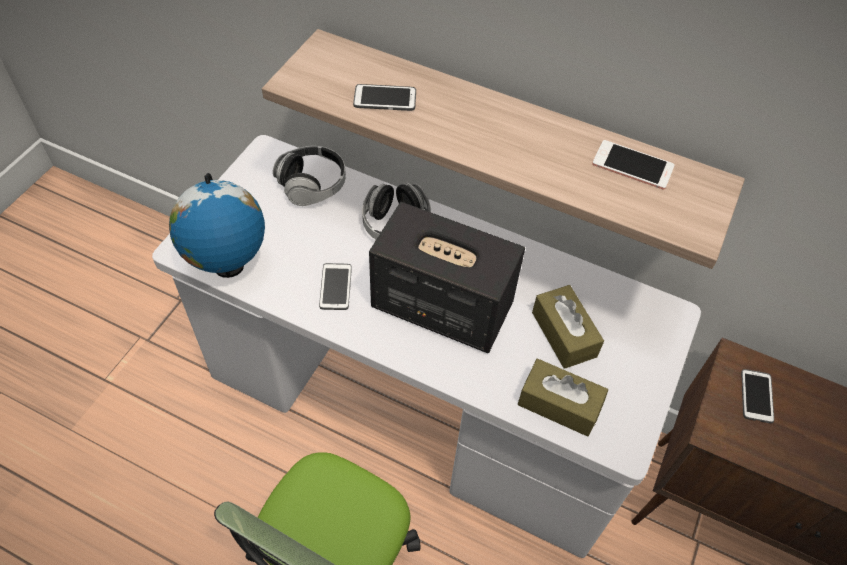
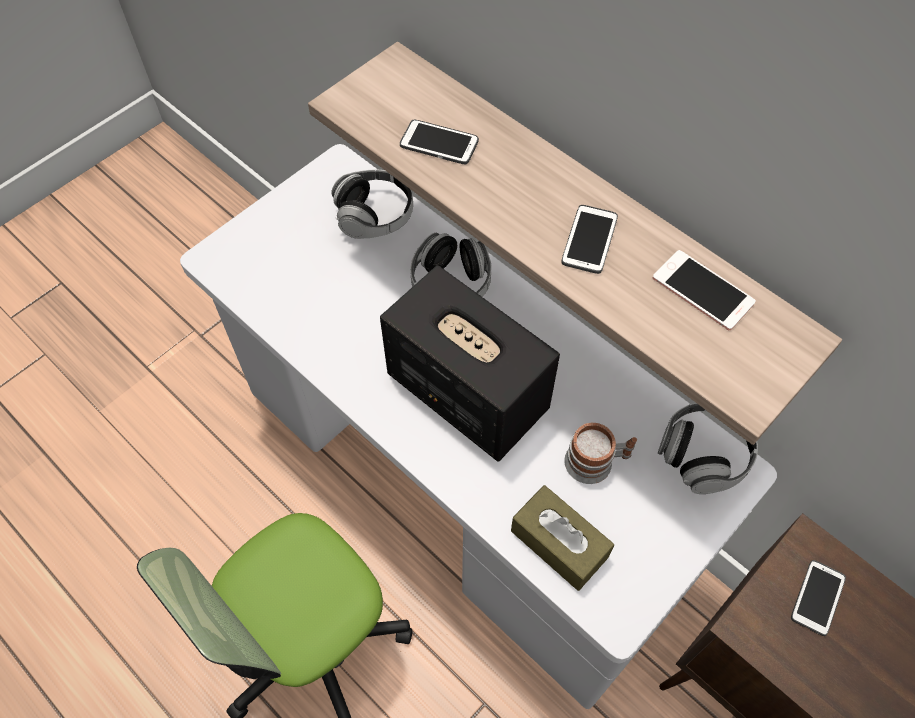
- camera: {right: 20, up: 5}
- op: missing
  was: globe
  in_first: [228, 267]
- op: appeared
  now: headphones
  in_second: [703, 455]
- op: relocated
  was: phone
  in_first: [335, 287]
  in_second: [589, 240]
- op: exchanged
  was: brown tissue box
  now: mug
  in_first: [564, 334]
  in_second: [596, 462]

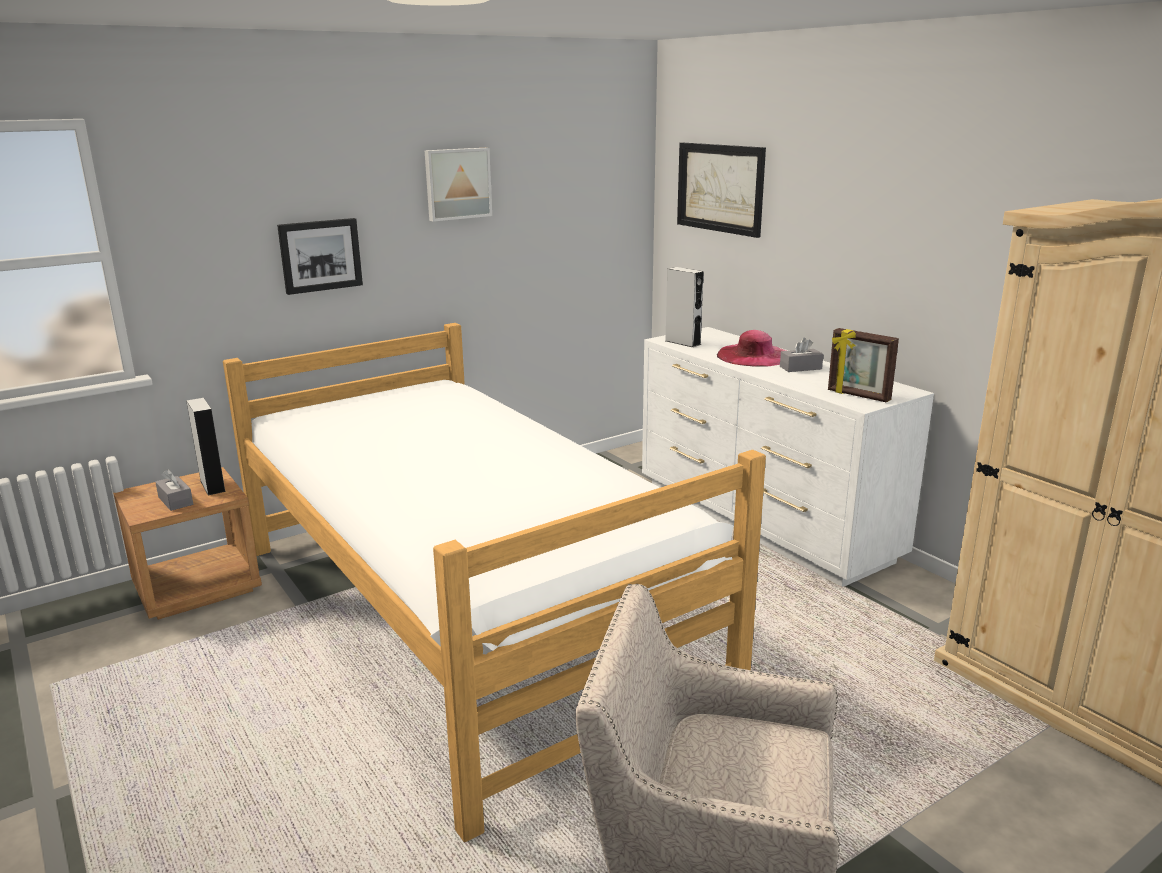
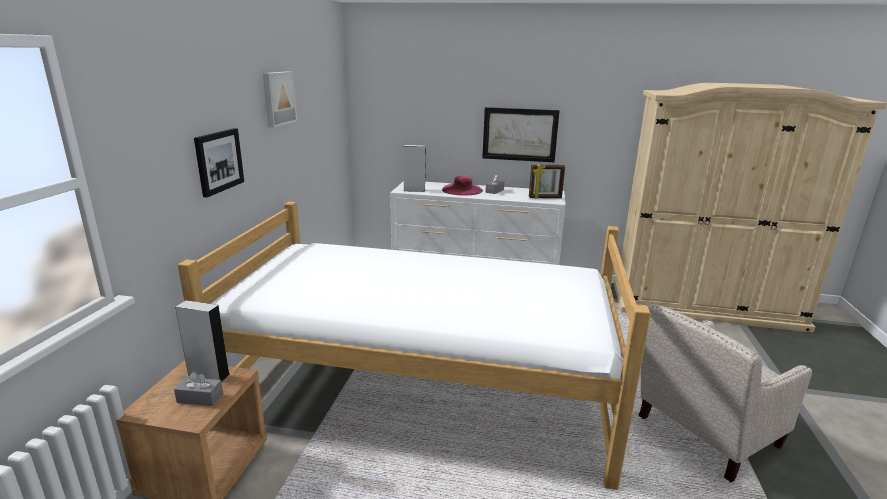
- camera: {right: -45, up: 0}
- op: relocated
  was: picture
  in_first: [720, 188]
  in_second: [519, 134]

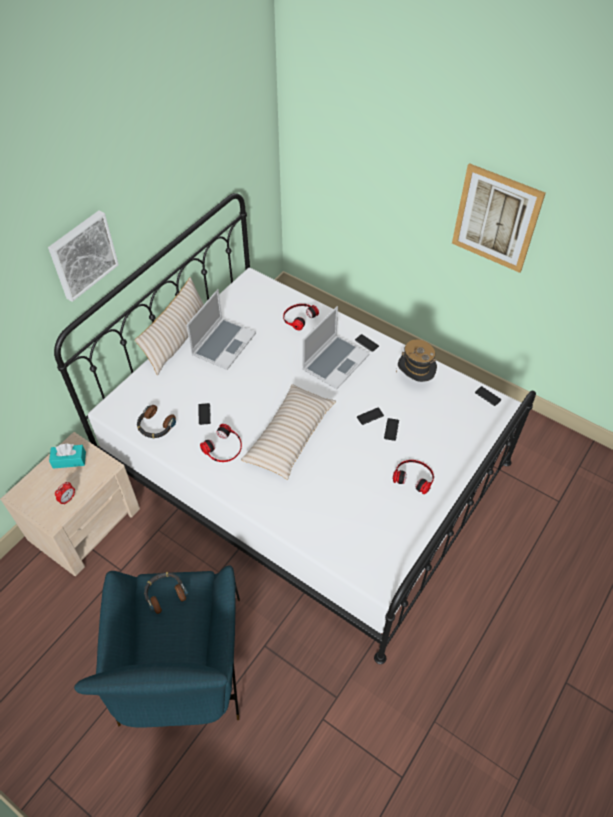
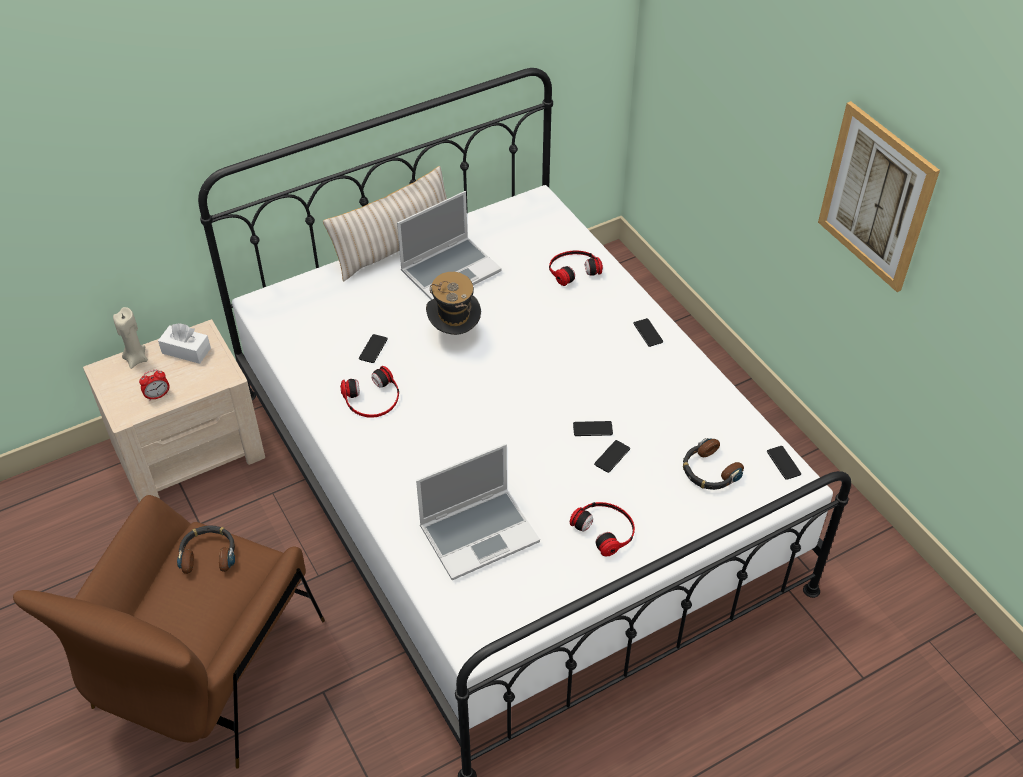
- camera: {right: 25, up: -5}
- op: missing
  was: picture
  in_first: [82, 255]
- op: missing
  was: beige pillow
  in_first: [290, 437]
- op: appeared
  now: beige candle
  in_second: [136, 359]
- op: relocated
  was: headphones
  in_first: [155, 426]
  in_second: [709, 471]
- op: relocated
  was: laptop
  in_first: [335, 362]
  in_second: [480, 533]
- op: relocated
  was: hat
  in_first: [414, 379]
  in_second: [454, 333]
- op: colour
  was: turquoise tissue box
  now: white tissue box
  in_first: [69, 460]
  in_second: [186, 351]
- op: colour
  was: blue armchair
  now: brown armchair
  in_first: [181, 665]
  in_second: [206, 670]

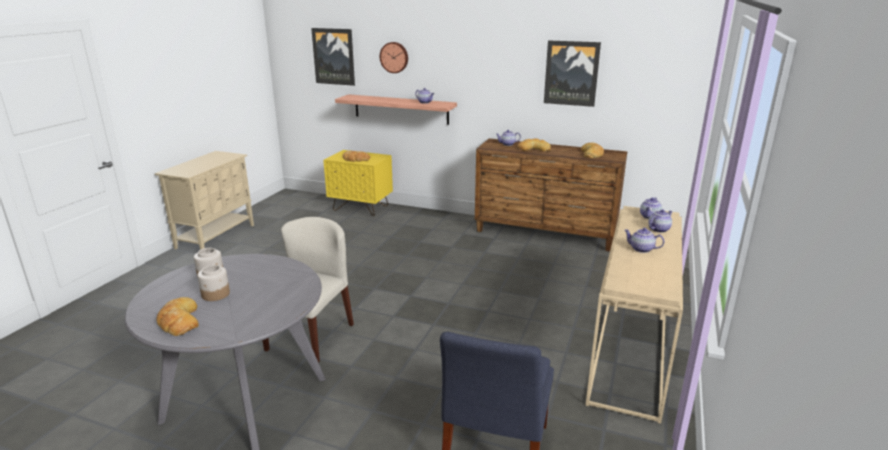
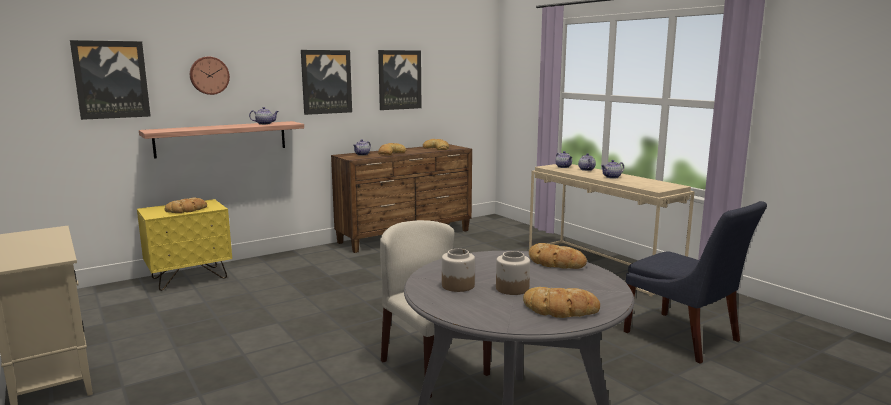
- camera: {right: -55, up: -10}
- op: appeared
  now: picture
  in_second: [326, 82]
- op: appeared
  now: bread
  in_second: [555, 262]

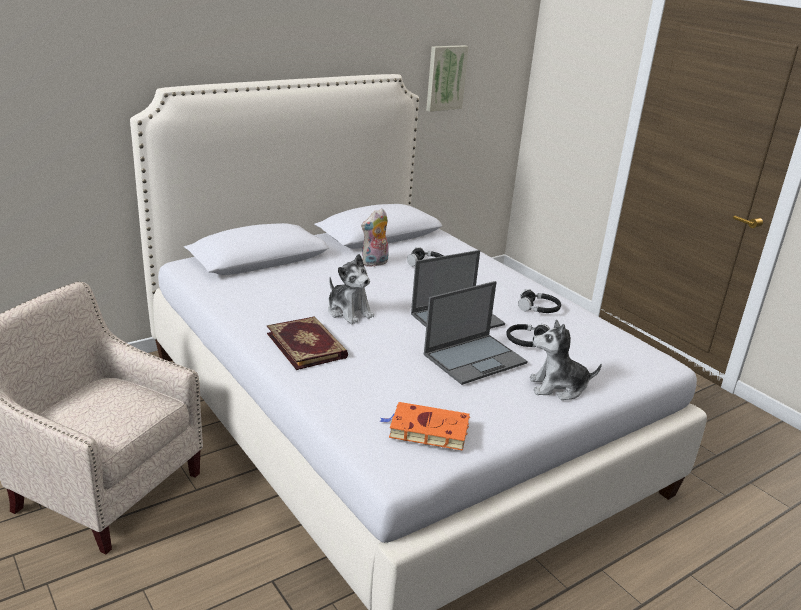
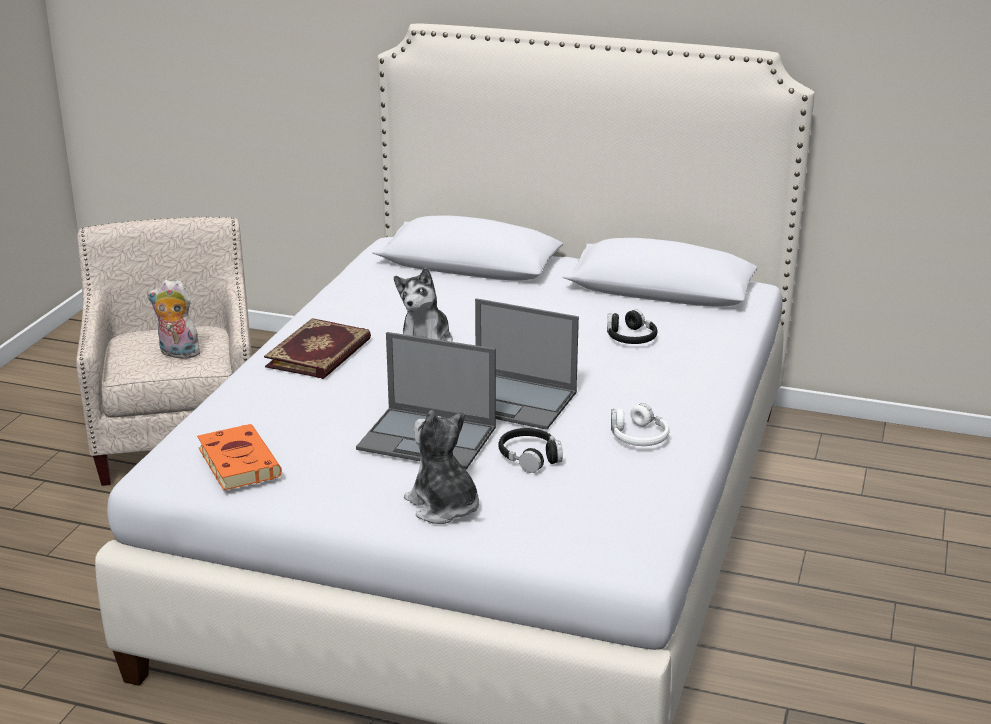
- camera: {right: 55, up: 0}
- op: missing
  was: picture
  in_first: [445, 77]
- op: relocated
  was: plush toy
  in_first: [375, 263]
  in_second: [177, 354]
- op: colour
  was: black headphones
  now: white headphones
  in_first: [538, 309]
  in_second: [638, 437]

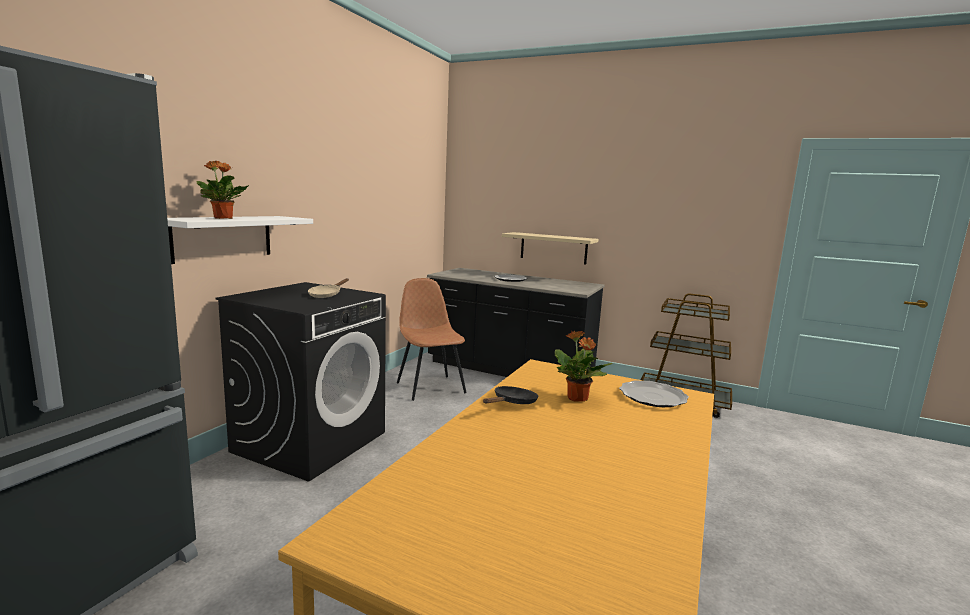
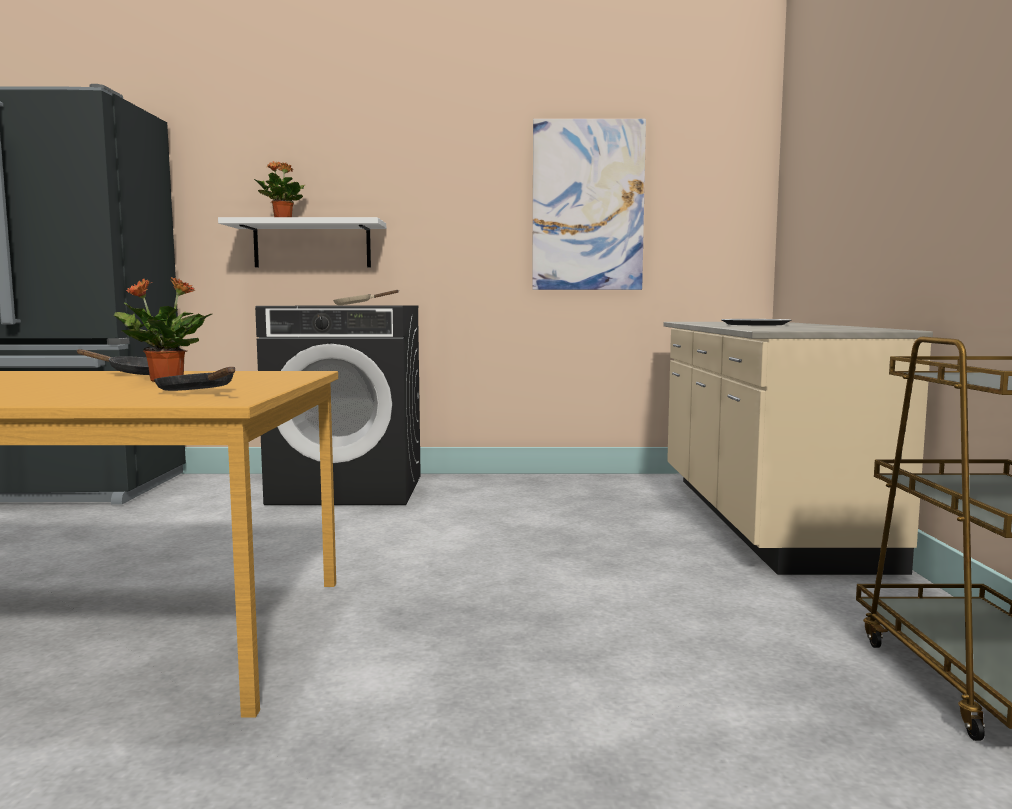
- camera: {right: 65, up: -5}
- op: missing
  was: brown chair
  in_first: [430, 387]
- op: missing
  was: beige shelf
  in_first: [553, 248]
- op: appeared
  now: picture
  in_second: [588, 205]
- op: exchanged
  was: plate
  now: black frying pan
  in_first: [653, 396]
  in_second: [199, 392]
- op: colour
  was: black counter
  now: beige counter
  in_first: [509, 370]
  in_second: [760, 518]

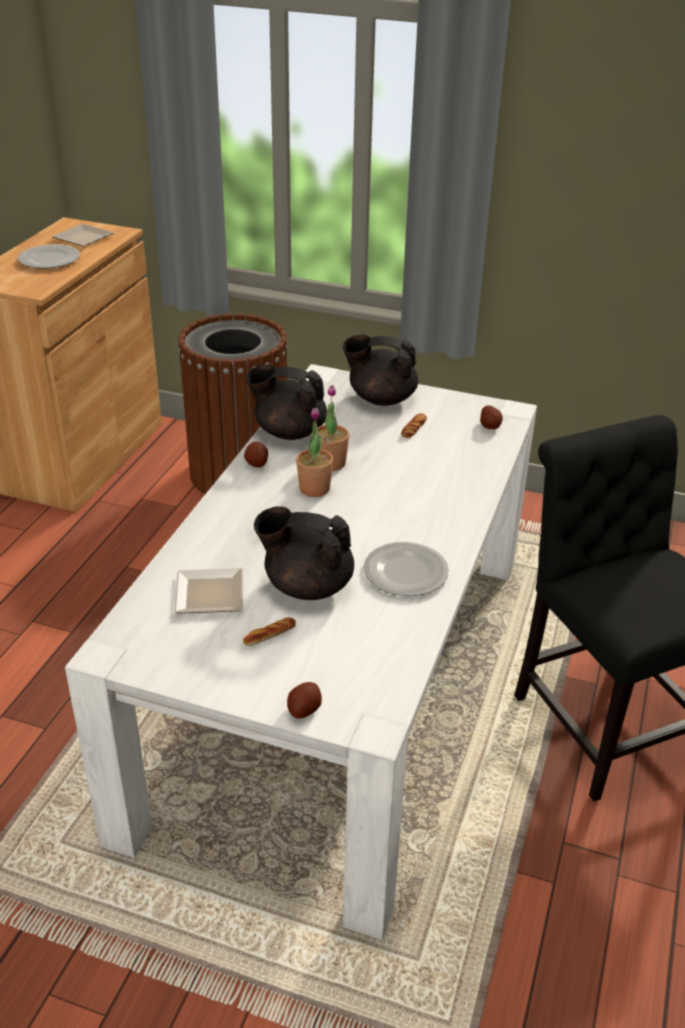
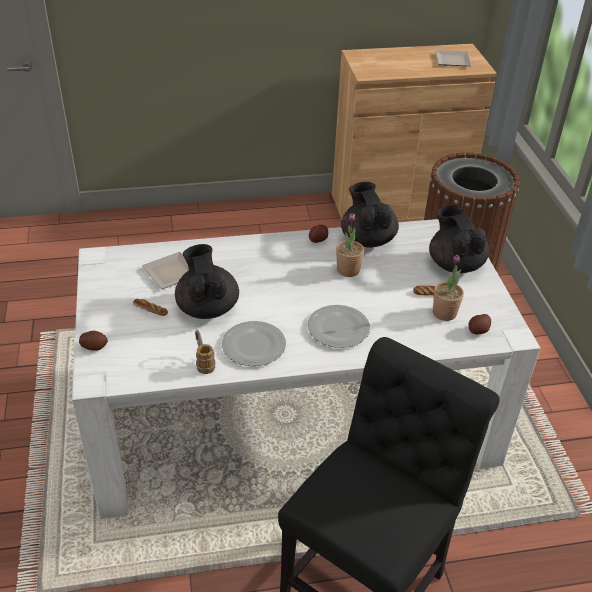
- camera: {right: 60, up: 5}
- op: appeared
  now: mug
  in_second: [203, 361]
- op: relocated
  was: plate
  in_first: [49, 259]
  in_second: [338, 328]
- op: relocated
  was: potted plant
  in_first: [314, 489]
  in_second: [444, 313]

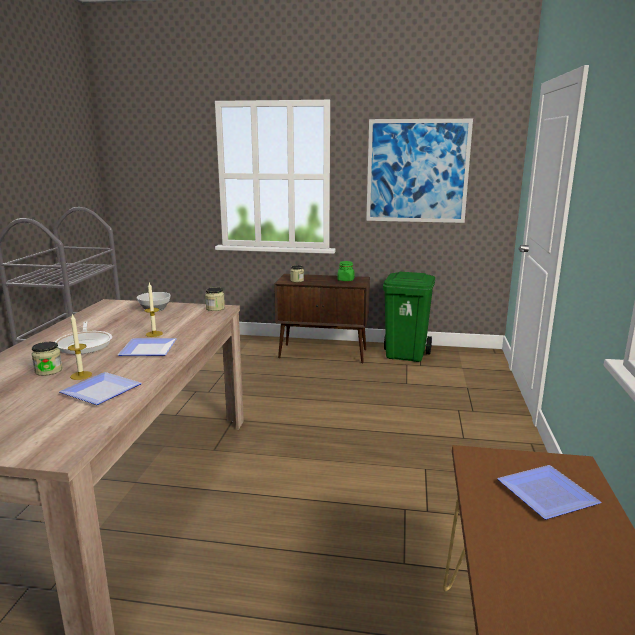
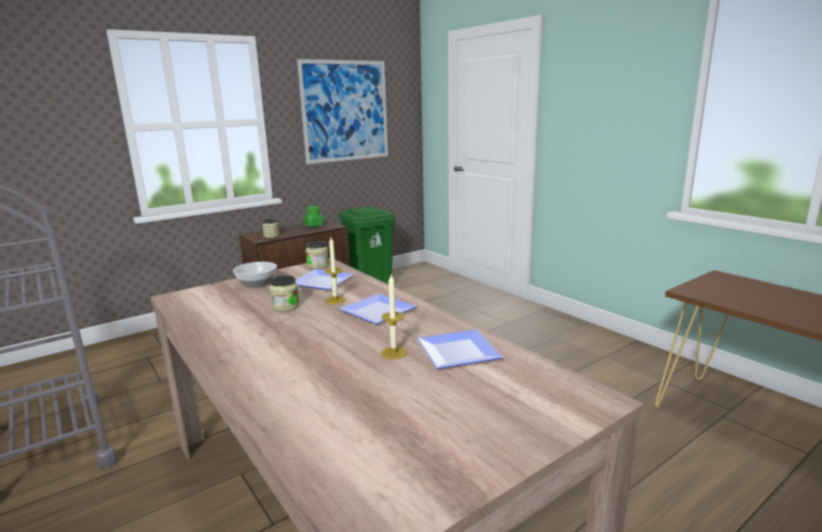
- camera: {right: -45, up: 0}
- op: missing
  was: frying pan
  in_first: [85, 344]
- op: relocated
  was: jar
  in_first: [48, 370]
  in_second: [285, 306]
- op: relocated
  was: plate
  in_first: [550, 495]
  in_second: [324, 282]

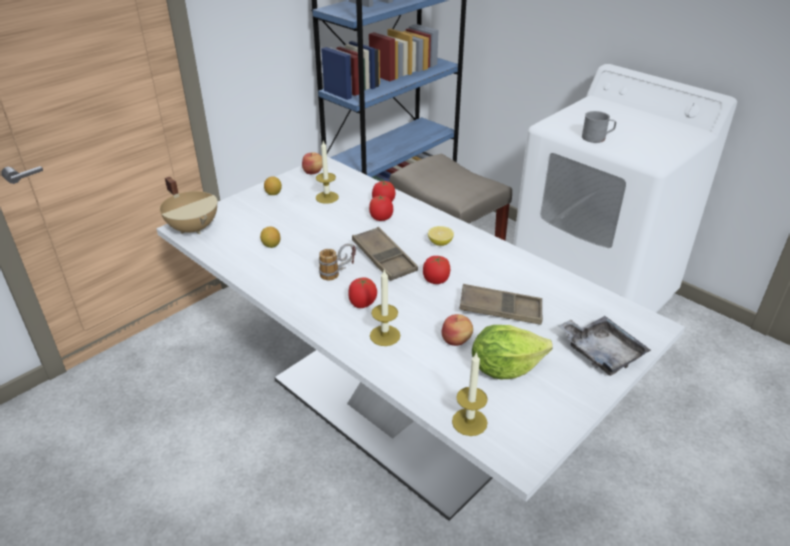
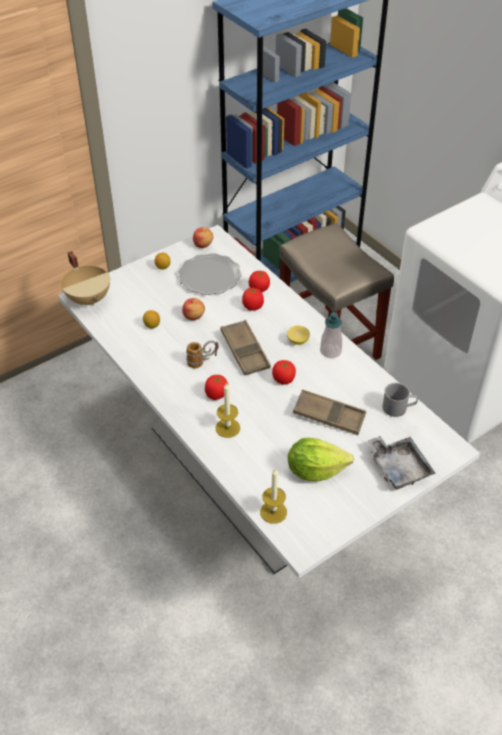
- camera: {right: 10, up: 10}
- op: appeared
  now: soap dispenser
  in_second: [330, 351]
- op: relocated
  was: apple
  in_first: [456, 340]
  in_second: [194, 316]
- op: relocated
  was: grey mug
  in_first: [597, 137]
  in_second: [398, 408]
- op: exchanged
  was: candle
  now: plate
  in_first: [327, 197]
  in_second: [209, 277]

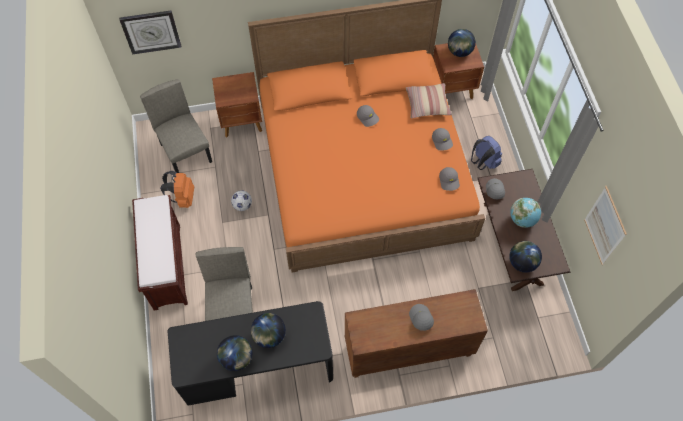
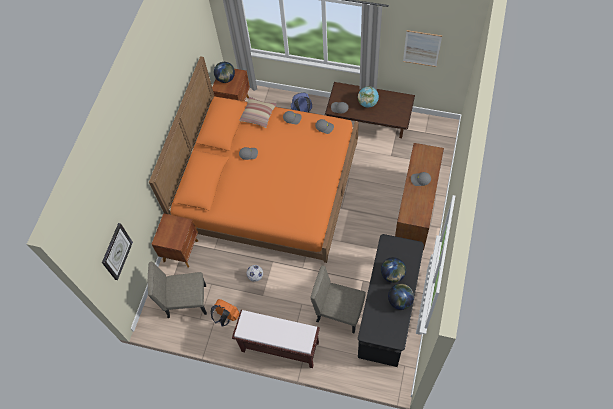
- camera: {right: -60, up: 0}
- op: missing
  was: globe
  in_first: [522, 262]

